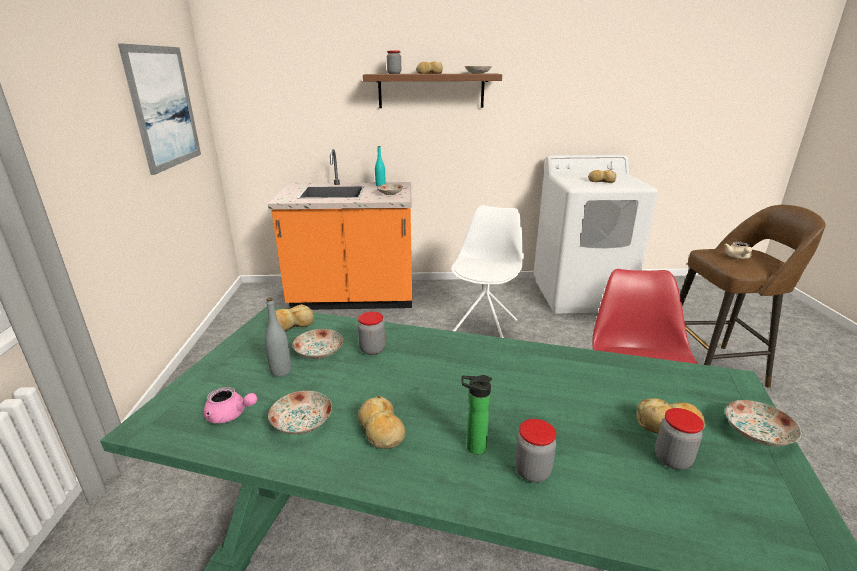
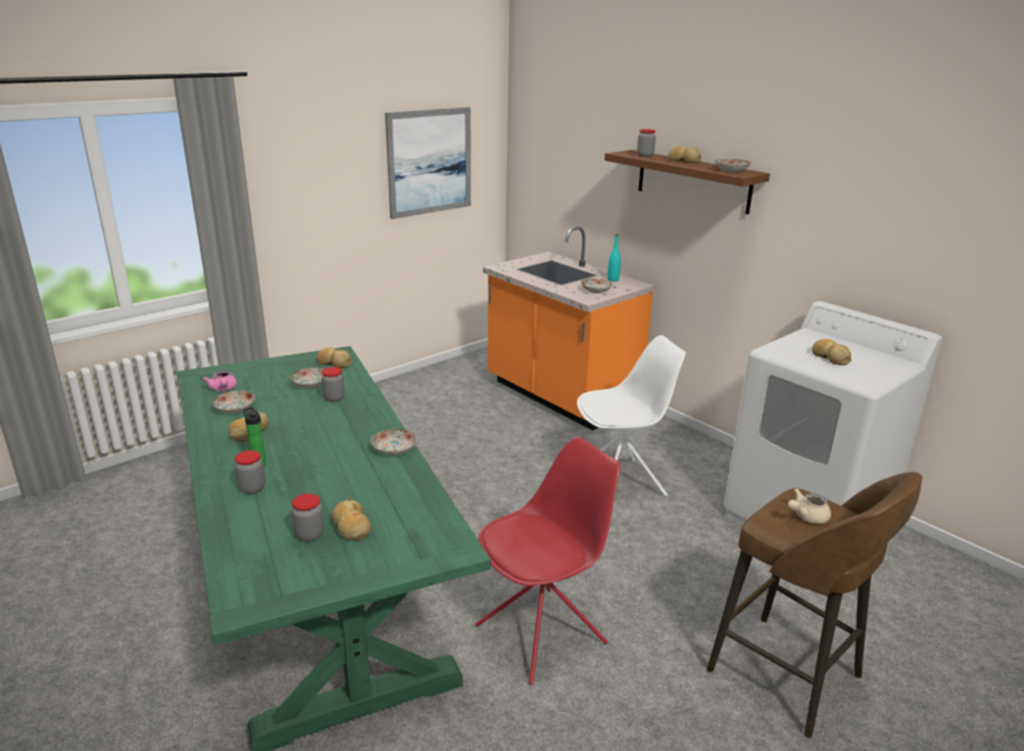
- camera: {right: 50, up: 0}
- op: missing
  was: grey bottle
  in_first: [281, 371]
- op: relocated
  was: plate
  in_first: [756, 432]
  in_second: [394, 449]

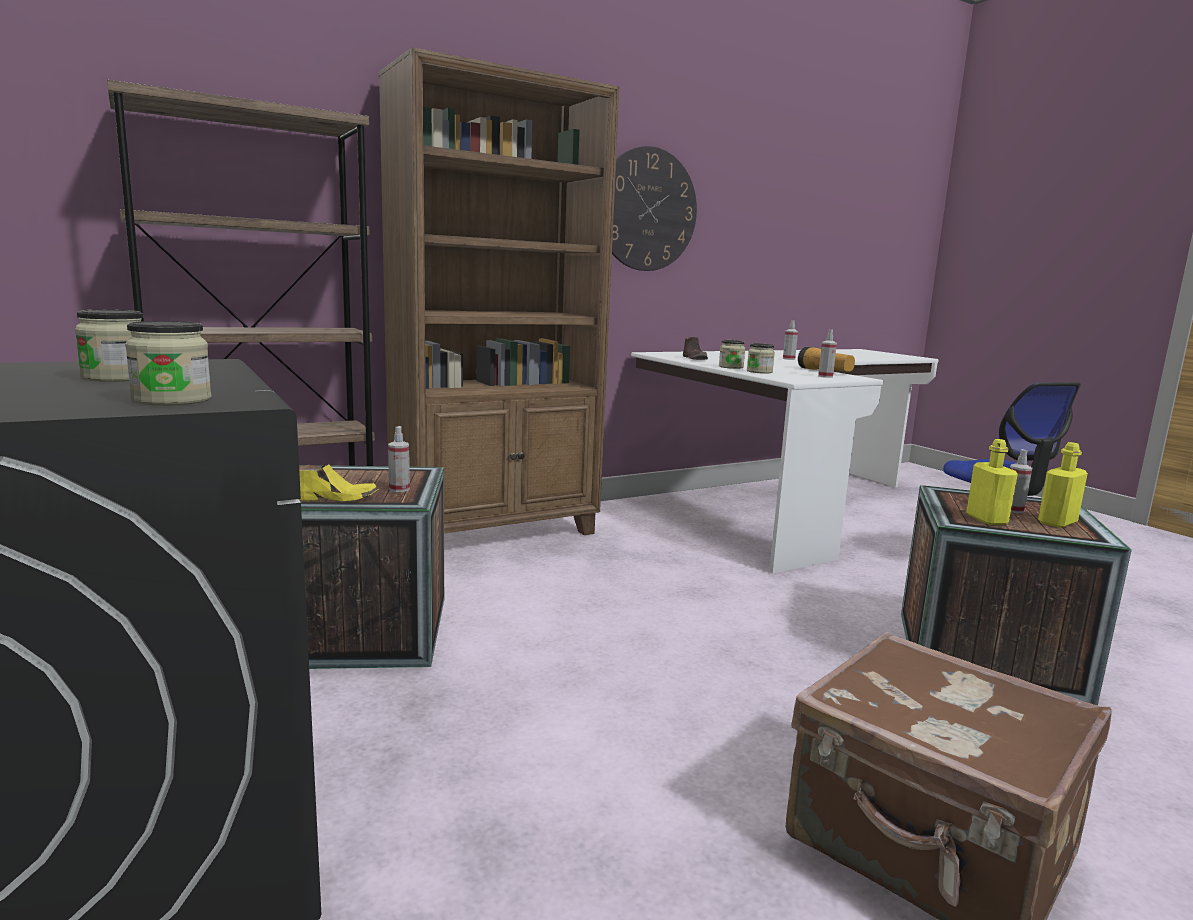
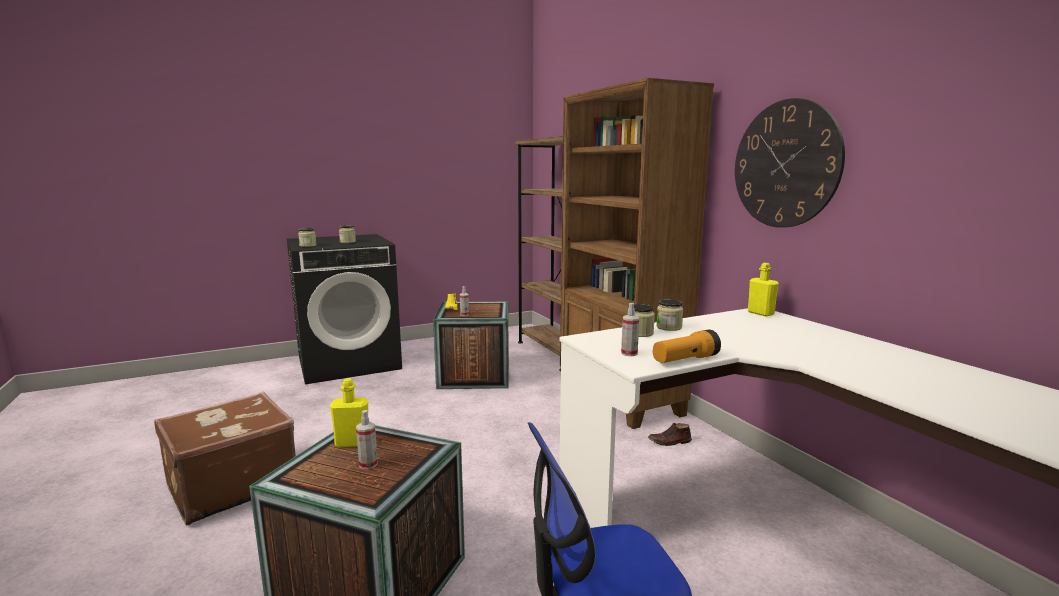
- camera: {right: 95, up: 0}
- op: missing
  was: spray bottle
  in_first: [788, 359]
- op: relocated
  was: brown shoe
  in_first: [695, 359]
  in_second: [670, 442]
- op: relocated
  was: yellow bottle
  in_first: [1057, 522]
  in_second: [760, 313]

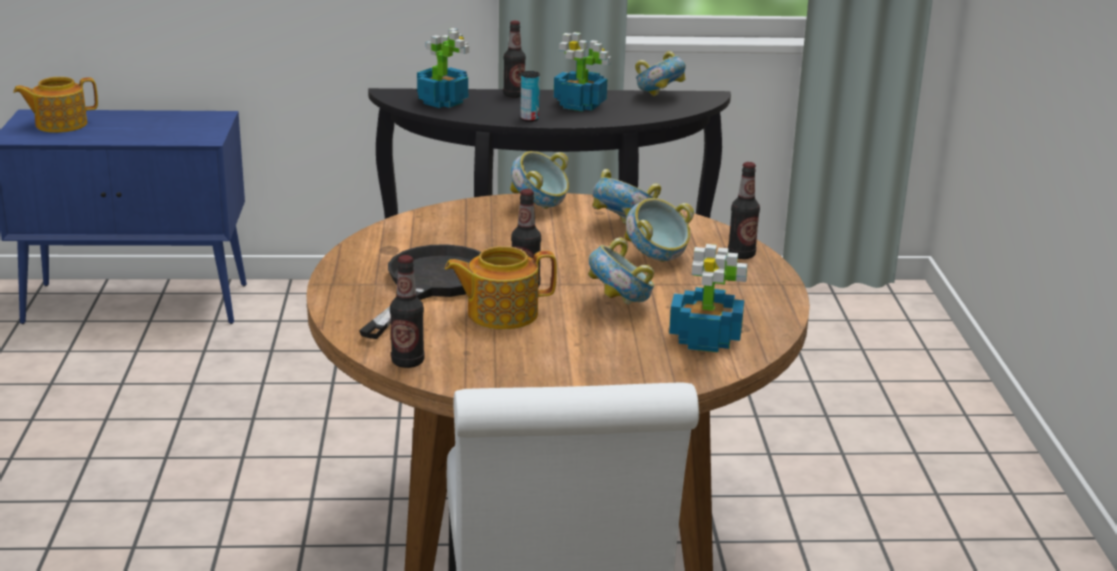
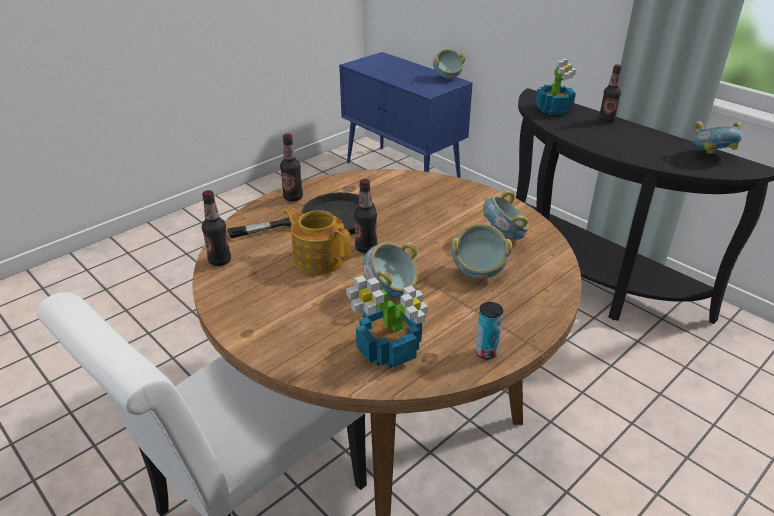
- camera: {right: 50, up: 10}
- op: missing
  was: teapot
  in_first: [60, 124]
- op: missing
  was: potted plant
  in_first: [580, 104]
- op: relocated
  was: bowl
  in_first: [539, 207]
  in_second: [447, 78]
- op: relocated
  was: can
  in_first: [529, 119]
  in_second: [486, 352]
- op: relocated
  was: bottle
  in_first: [741, 255]
  in_second: [293, 197]

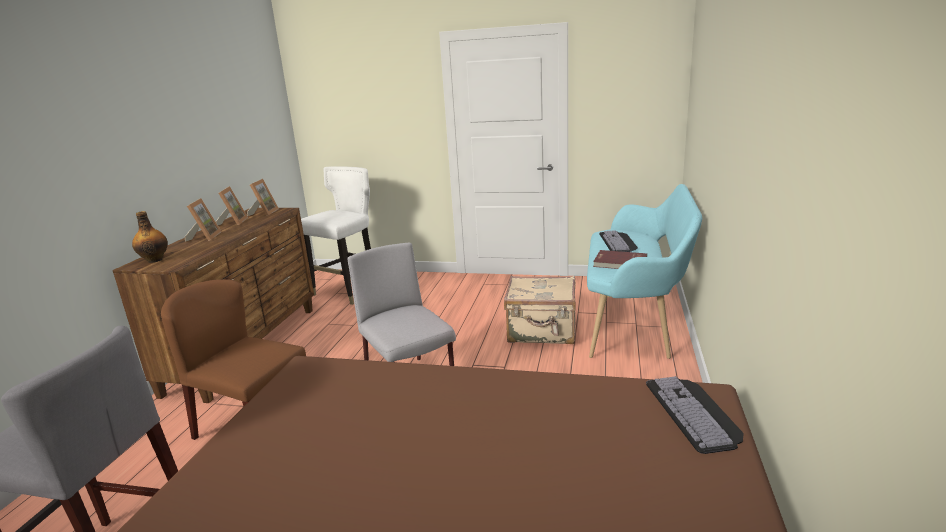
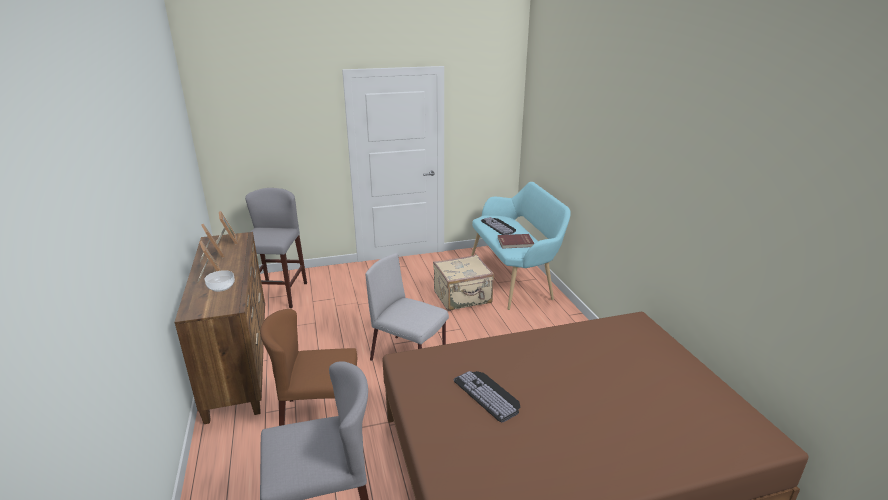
- camera: {right: -30, up: 5}
- op: missing
  was: bottle
  in_first: [155, 260]
- op: appeared
  now: bowl
  in_second: [221, 286]
- op: relocated
  was: keyboard
  in_first: [695, 412]
  in_second: [489, 394]
- op: exchanged
  was: white chair
  now: grey stool
  in_first: [348, 291]
  in_second: [278, 294]

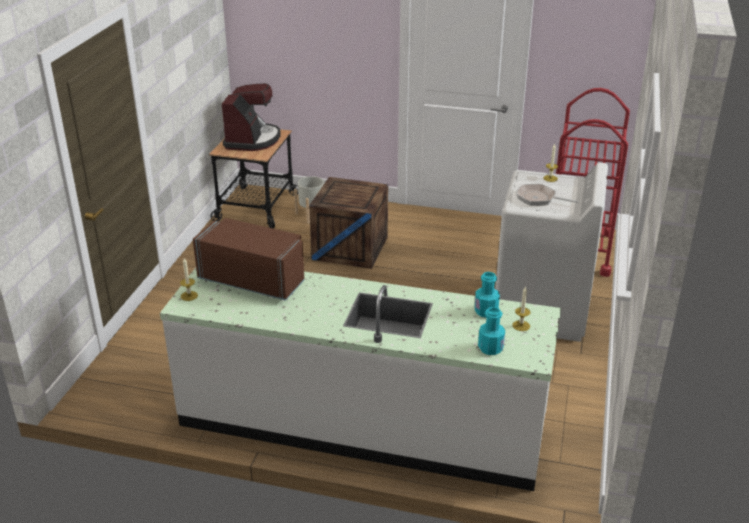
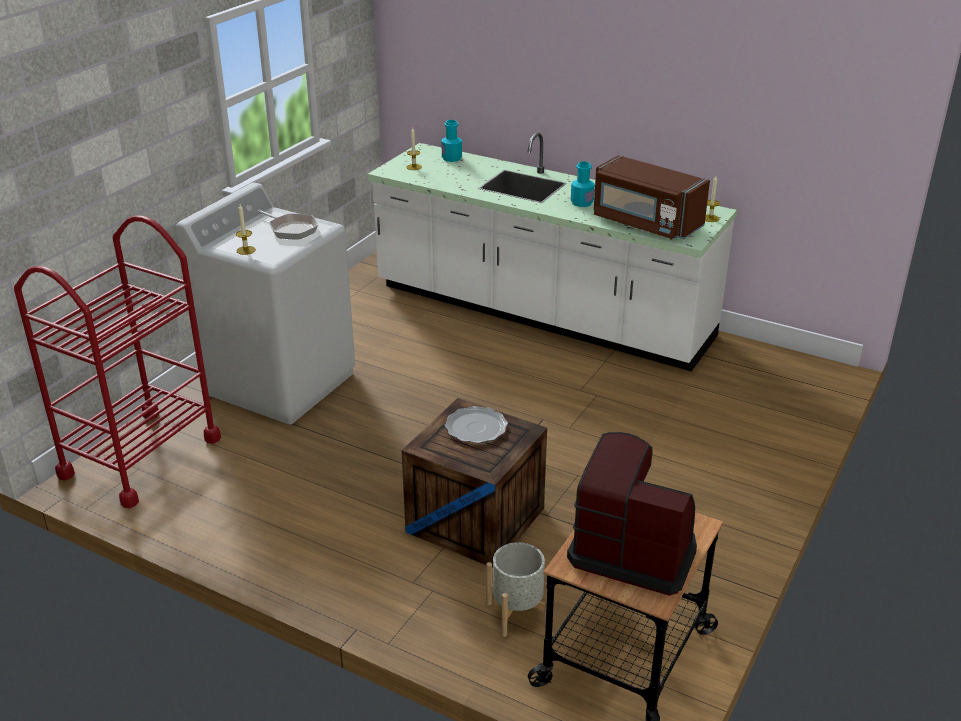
- camera: {right: -165, up: 0}
- op: appeared
  now: plate
  in_second: [476, 427]
- op: relocated
  was: turquoise bottle
  in_first: [486, 311]
  in_second: [582, 203]
- op: spun
  was: coffee machine
  in_first: [252, 140]
  in_second: [633, 550]
  clockwise: 90

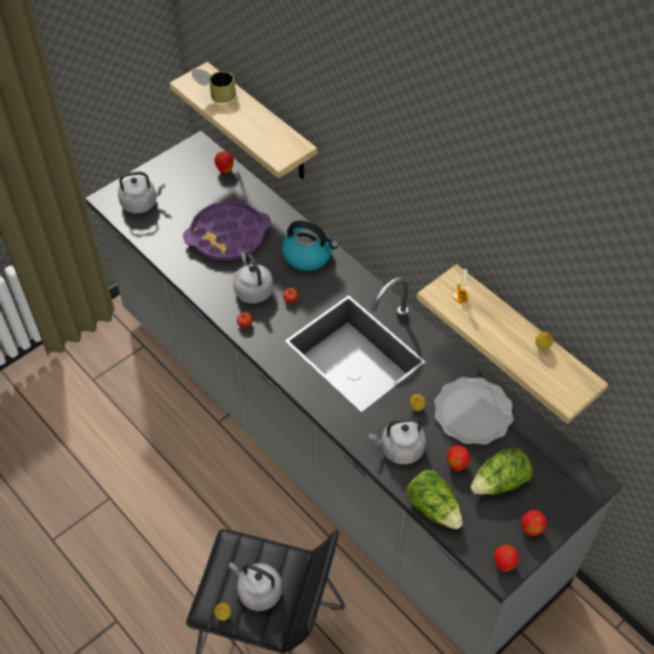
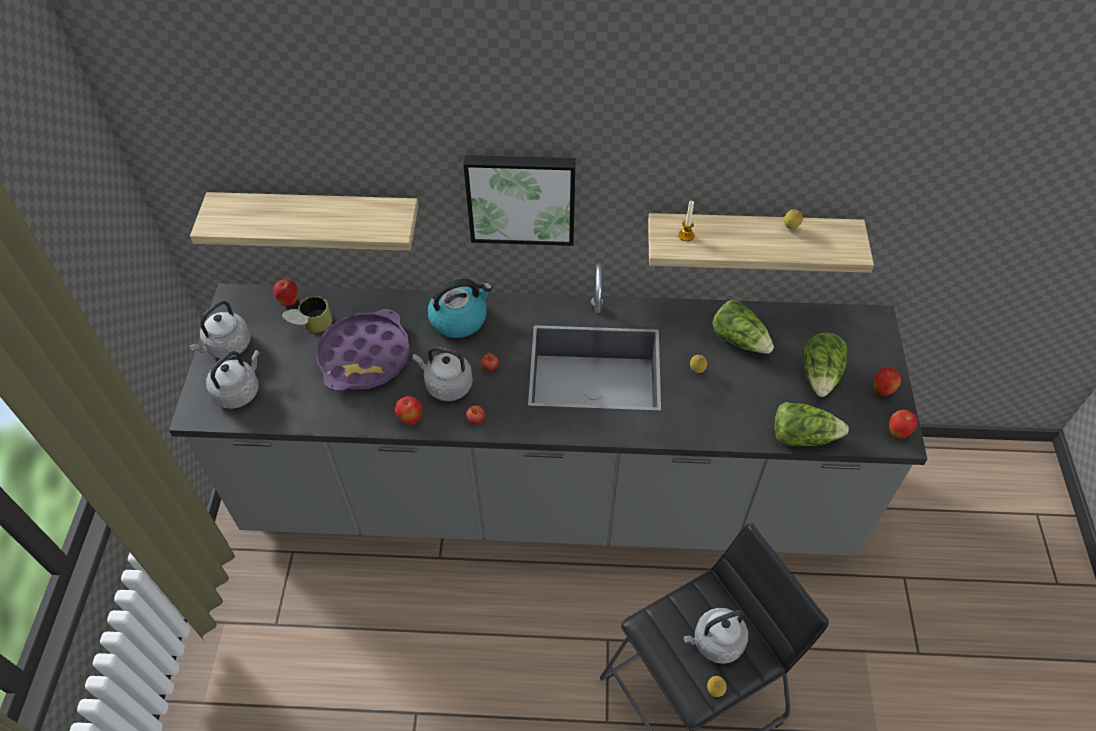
- camera: {right: -45, up: 0}
- op: appeared
  now: picture
  in_second: [521, 197]
- op: relocated
  was: can
  in_first: [215, 95]
  in_second: [311, 327]
- op: relocated
  was: grey kettle
  in_first: [399, 449]
  in_second: [227, 346]
- op: relocated
  was: apple
  in_first: [456, 465]
  in_second: [410, 419]
- op: exchanged
  was: plate
  now: lettuce
  in_first: [473, 412]
  in_second: [739, 339]

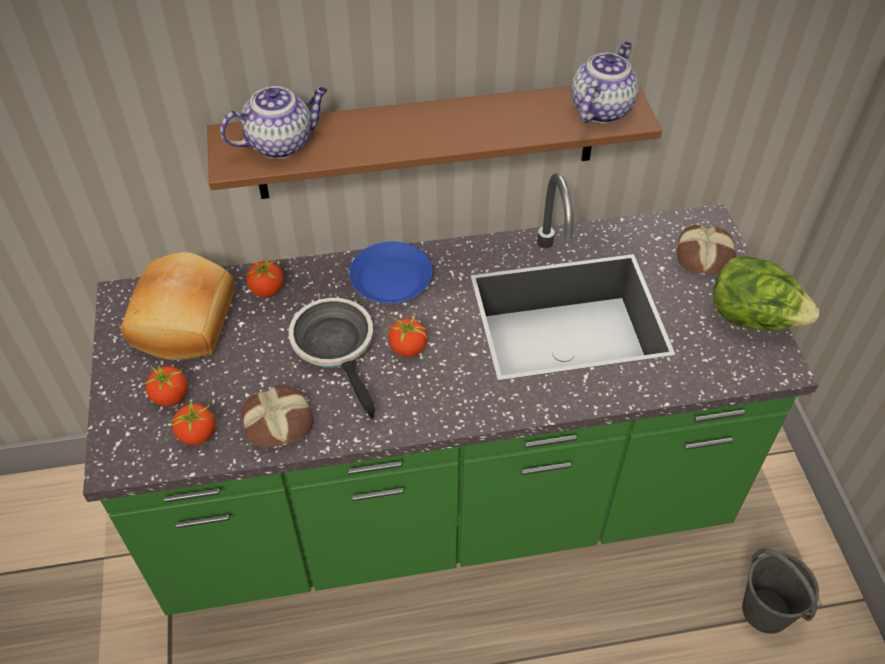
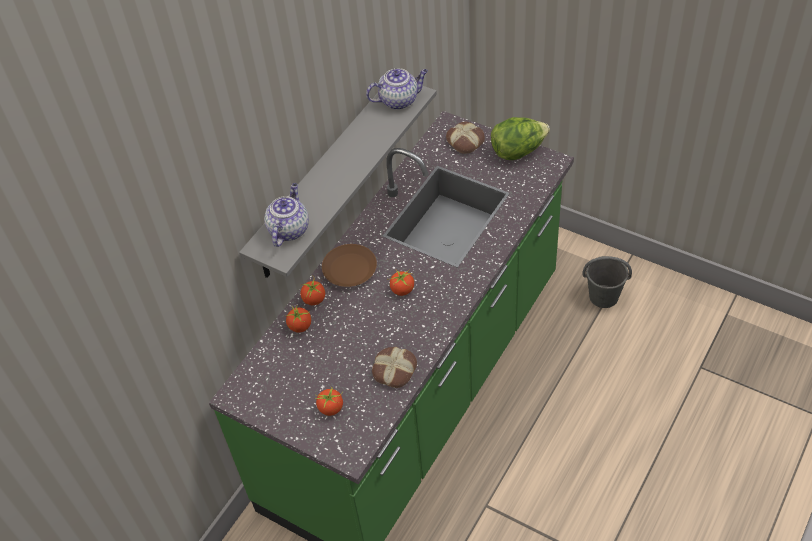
- camera: {right: -45, up: 0}
- op: missing
  was: bread
  in_first: [186, 322]
- op: missing
  was: frying pan
  in_first: [336, 347]
- op: relocated
  was: tomato
  in_first: [198, 434]
  in_second: [314, 299]
- op: colour
  was: brown shelf
  now: grey shelf
  in_first: [427, 140]
  in_second: [324, 179]
- op: colour
  was: blue plate
  now: brown plate
  in_first: [391, 278]
  in_second: [349, 269]
- op: spun
  was: teapot
  in_first: [601, 108]
  in_second: [399, 100]
  clockwise: 90

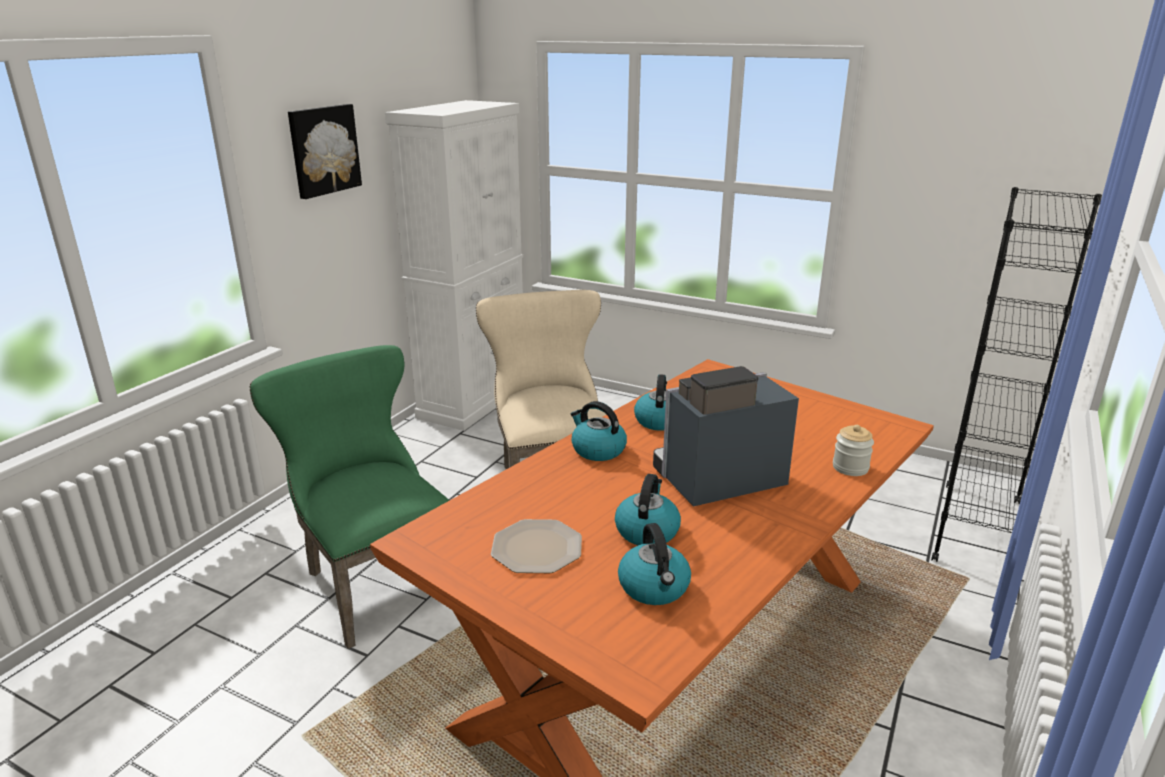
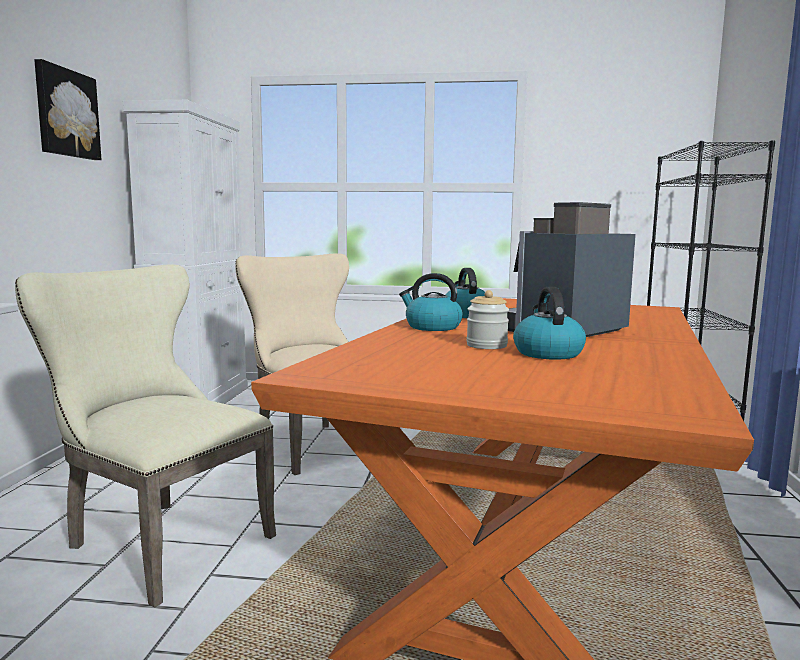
- camera: {right: -20, up: -15}
- op: missing
  was: plate
  in_first: [537, 548]
- op: missing
  was: kettle
  in_first: [654, 588]
- op: relocated
  was: jar
  in_first: [850, 467]
  in_second: [486, 345]
- op: colour
  was: green chair
  now: beige chair
  in_first: [374, 581]
  in_second: [159, 541]

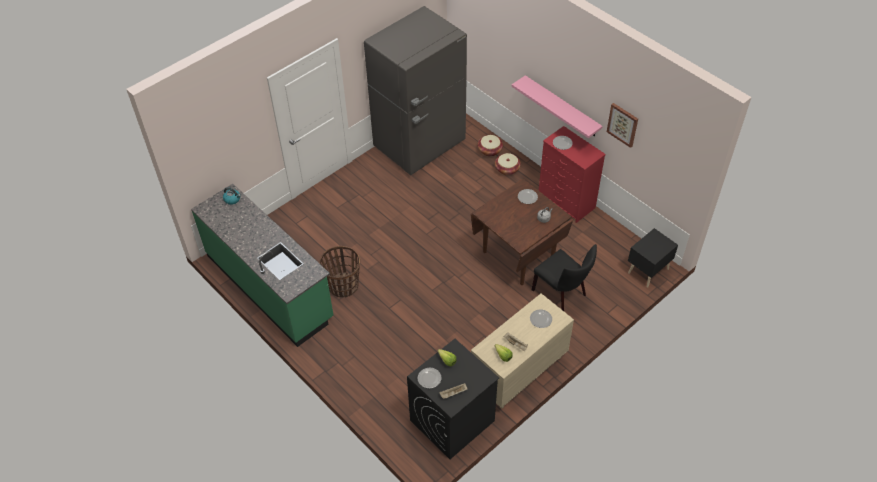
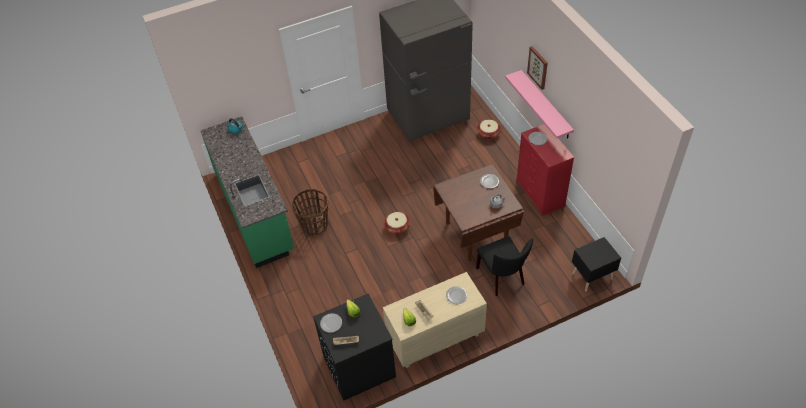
- camera: {right: 20, up: 0}
- op: relocated
  was: basket
  in_first: [507, 169]
  in_second: [397, 227]
- op: relocated
  was: picture
  in_first: [623, 124]
  in_second: [538, 67]

